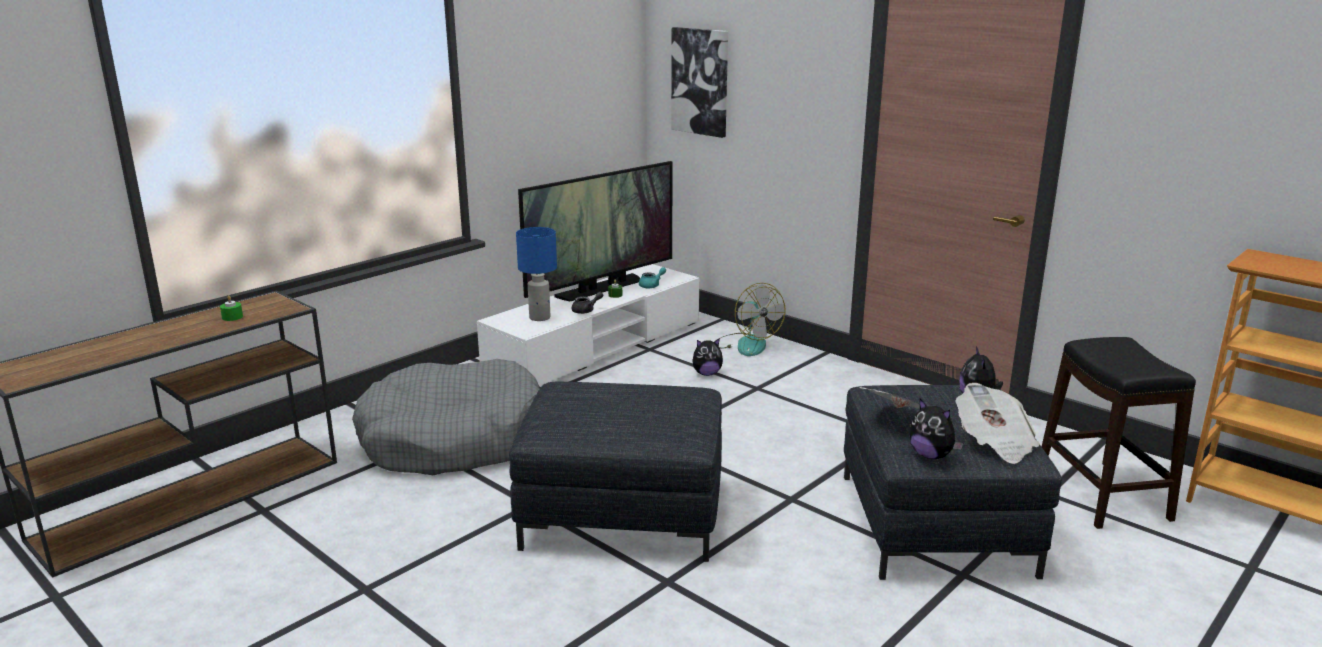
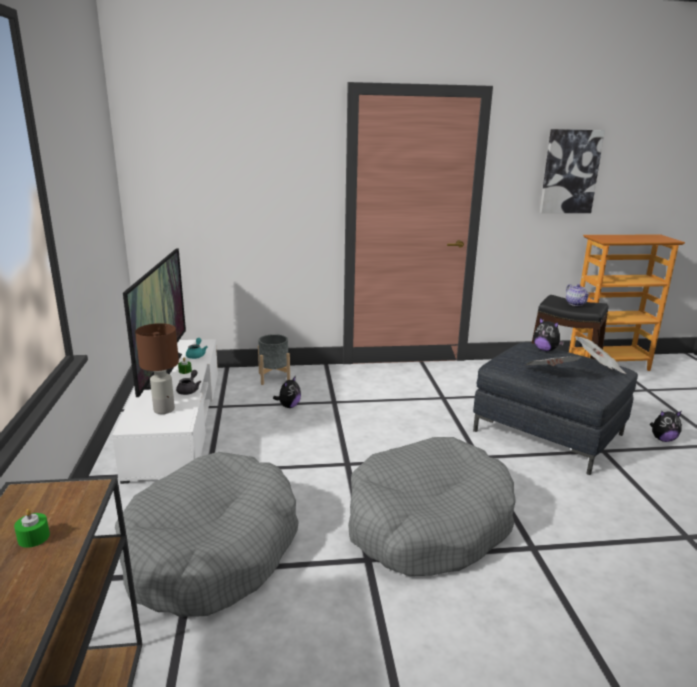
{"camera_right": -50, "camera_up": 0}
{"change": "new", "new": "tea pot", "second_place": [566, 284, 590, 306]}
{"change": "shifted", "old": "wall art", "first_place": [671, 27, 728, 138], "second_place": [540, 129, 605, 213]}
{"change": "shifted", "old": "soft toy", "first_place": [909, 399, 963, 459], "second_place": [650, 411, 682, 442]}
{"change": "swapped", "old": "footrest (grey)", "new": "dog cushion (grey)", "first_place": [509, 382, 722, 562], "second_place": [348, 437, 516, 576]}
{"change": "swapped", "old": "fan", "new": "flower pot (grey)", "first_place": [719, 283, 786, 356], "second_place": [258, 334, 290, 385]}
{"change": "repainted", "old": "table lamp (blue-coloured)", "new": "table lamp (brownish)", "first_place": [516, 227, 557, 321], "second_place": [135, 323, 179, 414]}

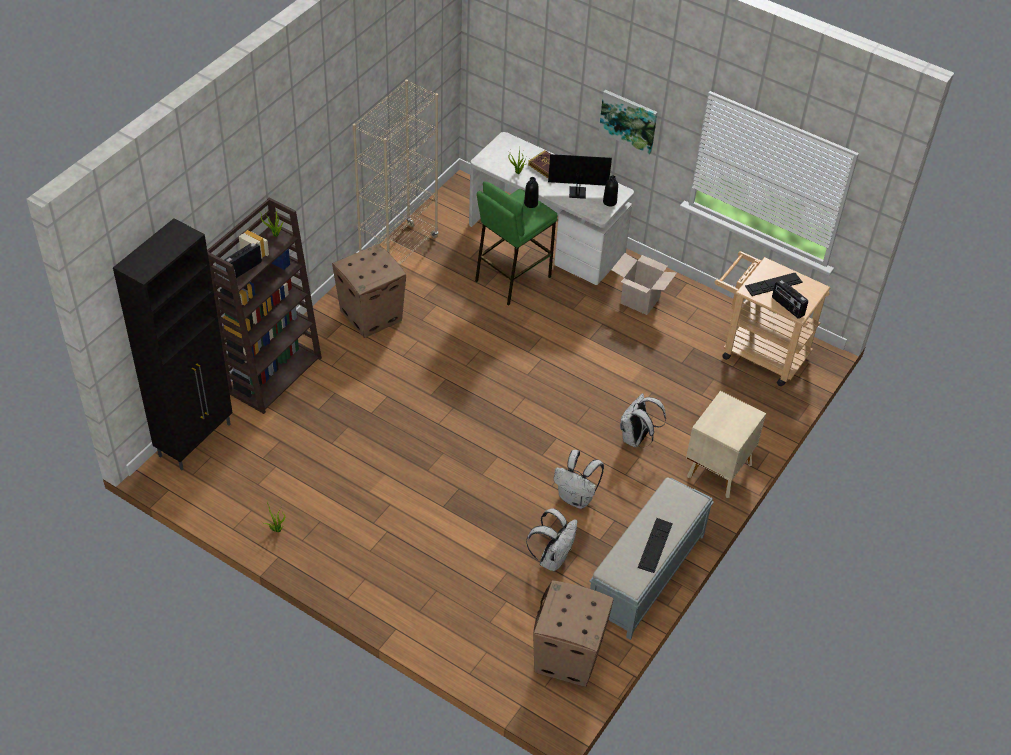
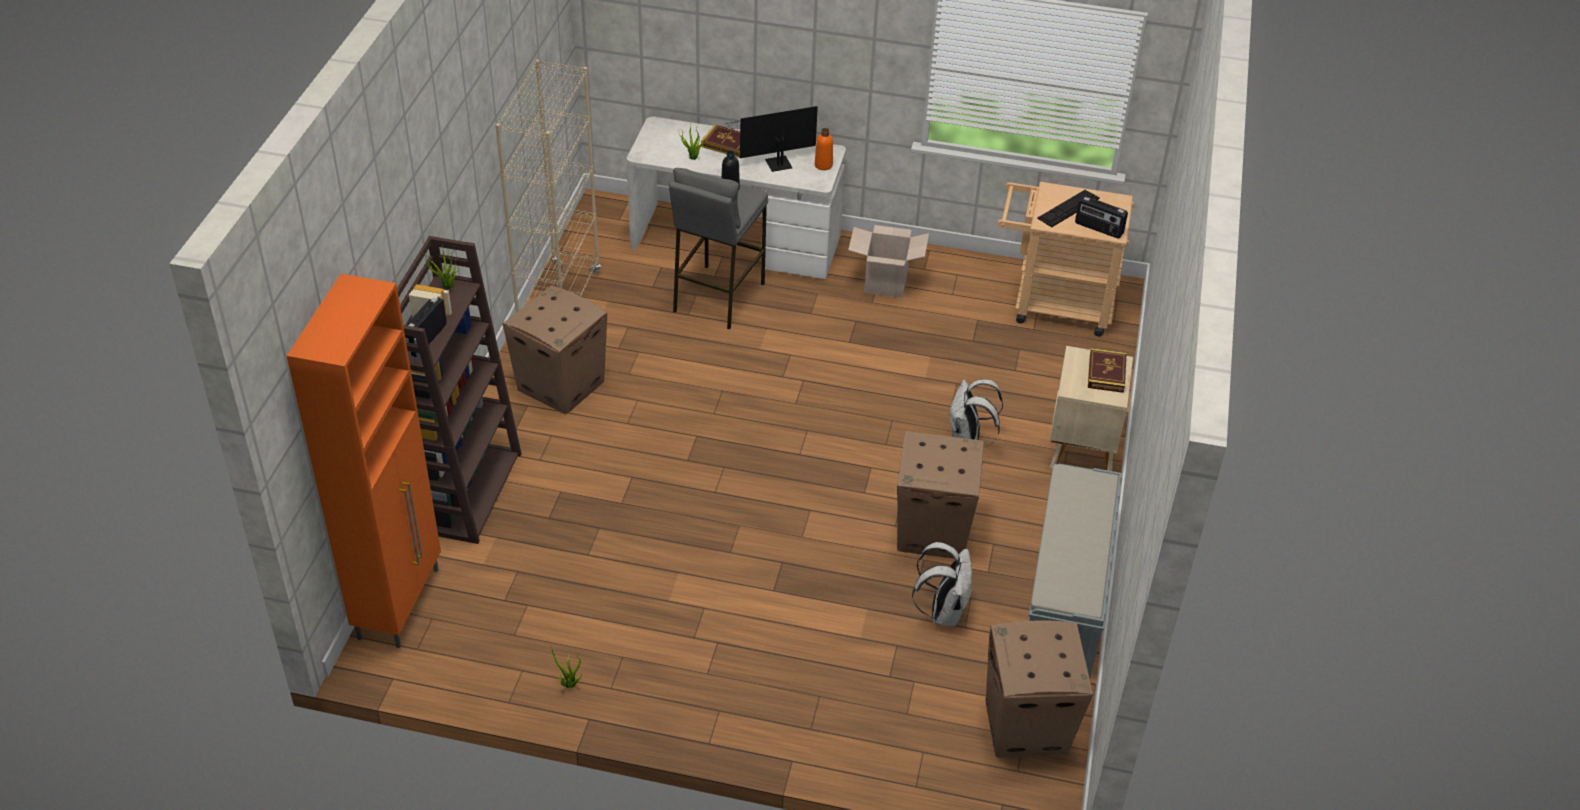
{"camera_right": -20, "camera_up": -5}
{"change": "gone", "old": "wall art", "first_place": [599, 90, 657, 155]}
{"change": "gone", "old": "PC keyboard", "first_place": [638, 518, 673, 573]}
{"change": "new", "new": "volume", "second_place": [1088, 348, 1127, 393]}
{"change": "swapped", "old": "knapsack (white)", "new": "cardboard box", "first_place": [553, 450, 604, 509], "second_place": [897, 431, 984, 559]}
{"change": "repainted", "old": "cabinet (black-coloured)", "new": "cabinet (orange)", "first_place": [113, 218, 233, 470], "second_place": [287, 274, 441, 648]}
{"change": "repainted", "old": "stool (green)", "new": "stool (grey)", "first_place": [475, 181, 557, 306], "second_place": [669, 168, 768, 330]}
{"change": "repainted", "old": "drink bottle (black-coloured)", "new": "drink bottle (orange)", "first_place": [603, 175, 618, 206], "second_place": [815, 128, 833, 170]}

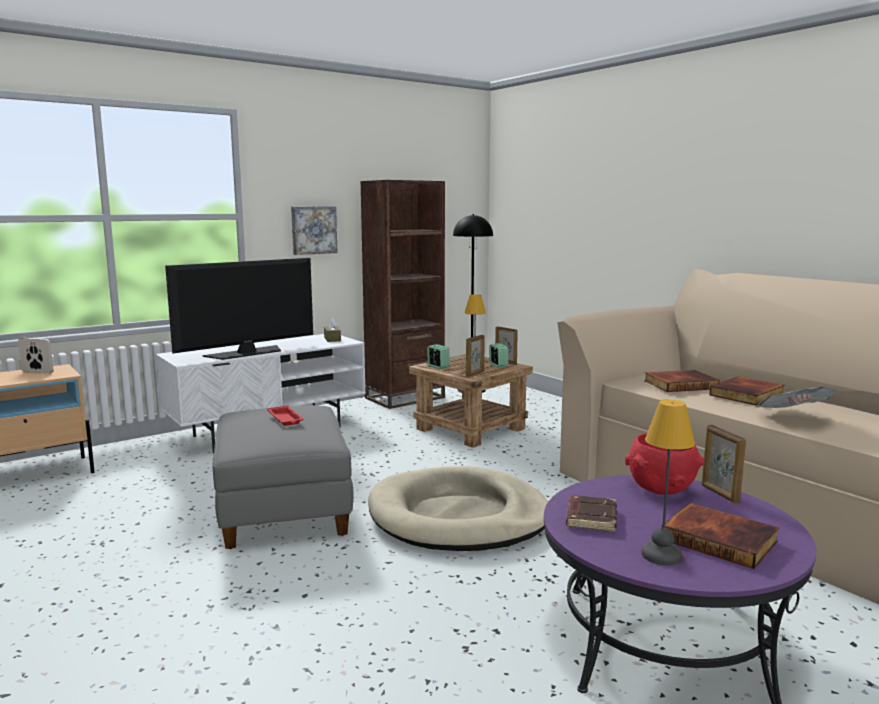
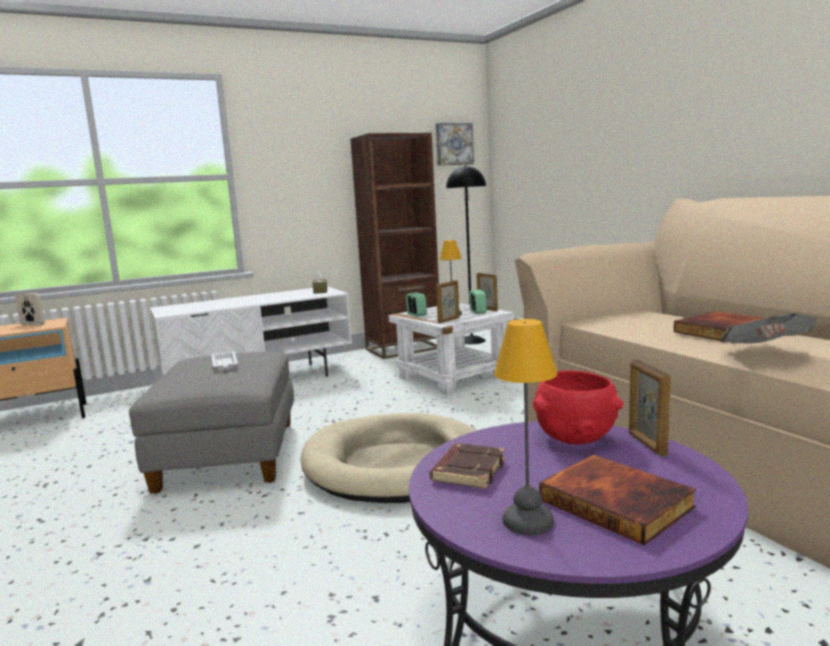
{"camera_right": 10, "camera_up": 0}
{"change": "gone", "old": "television", "first_place": [165, 258, 313, 360]}
{"change": "gone", "old": "volume", "first_place": [644, 370, 720, 392]}
{"change": "shifted", "old": "wall art", "first_place": [291, 207, 337, 255], "second_place": [436, 123, 474, 166]}
{"change": "repainted", "old": "tray (red)", "new": "tray (white)", "first_place": [267, 405, 304, 426], "second_place": [212, 351, 238, 370]}
{"change": "repainted", "old": "end table (brownish)", "new": "end table (white)", "first_place": [409, 354, 533, 448], "second_place": [389, 303, 514, 395]}

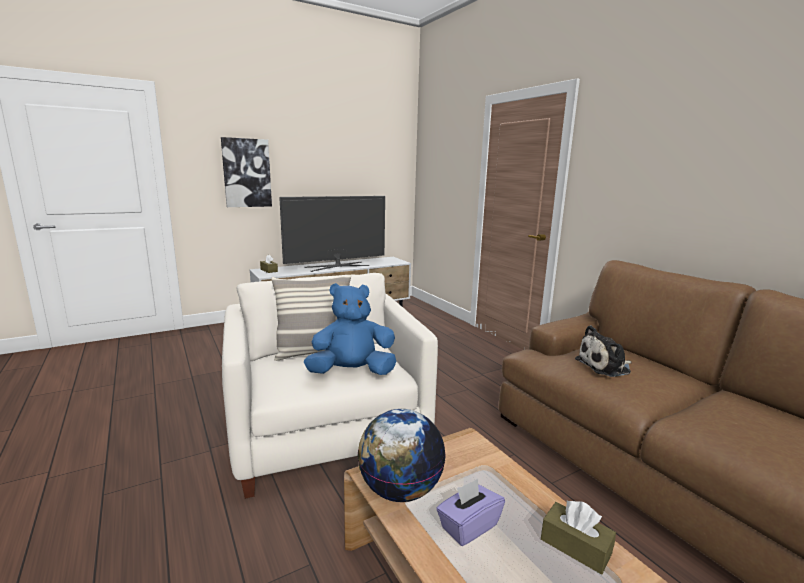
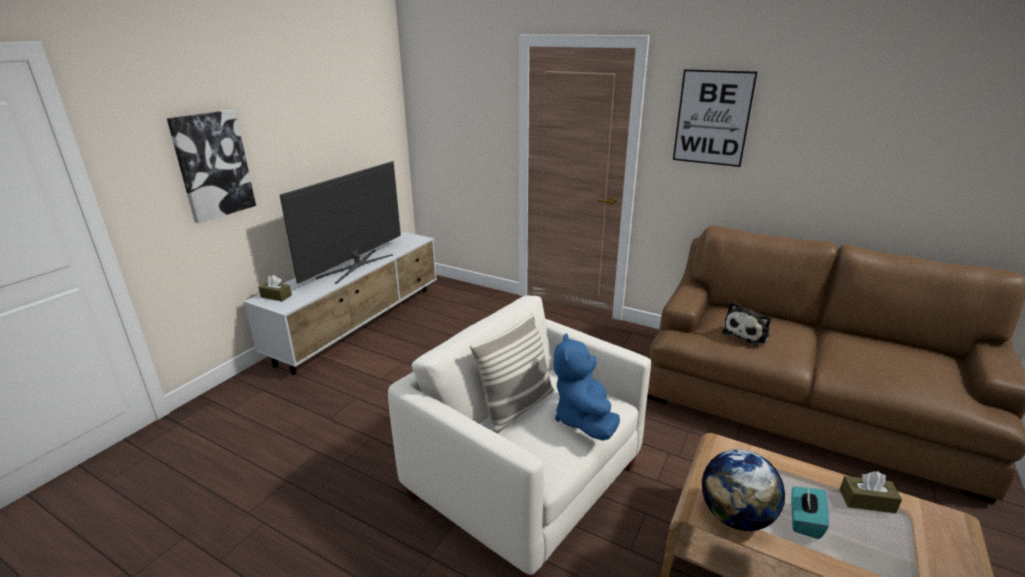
{"camera_right": -30, "camera_up": 10}
{"change": "new", "new": "wall art", "second_place": [673, 69, 757, 167]}
{"change": "repainted", "old": "box of tissues (purple)", "new": "box of tissues (blue-green)", "first_place": [436, 479, 505, 546], "second_place": [791, 486, 829, 539]}
{"change": "rotated", "old": "soft toy (blue-coloured)", "first_place": [304, 283, 396, 375], "second_place": [554, 333, 620, 441], "degrees": -45}

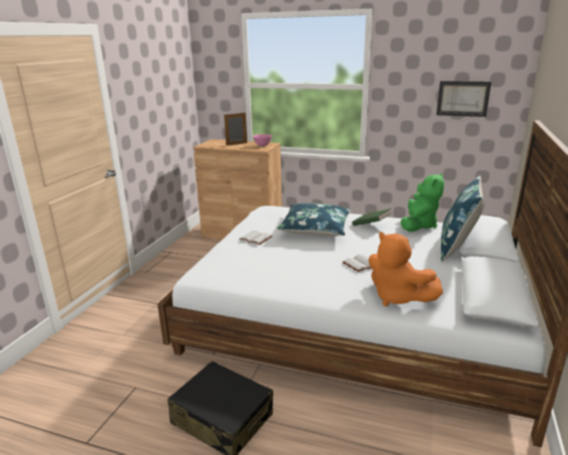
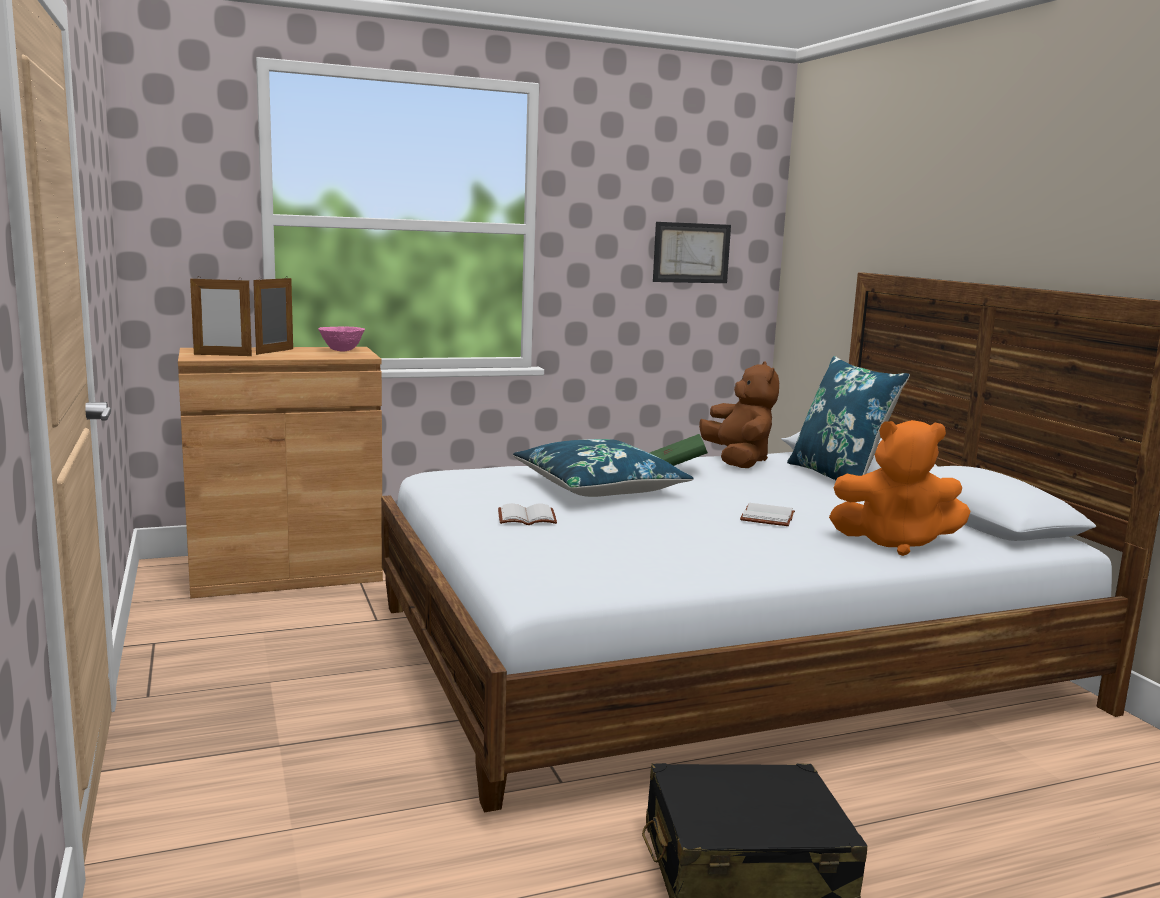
{"camera_right": -40, "camera_up": -10}
{"change": "new", "new": "photo frame", "second_place": [190, 276, 252, 356]}
{"change": "repainted", "old": "soft toy (green)", "new": "soft toy (brownish)", "first_place": [401, 173, 444, 232], "second_place": [699, 361, 779, 468]}

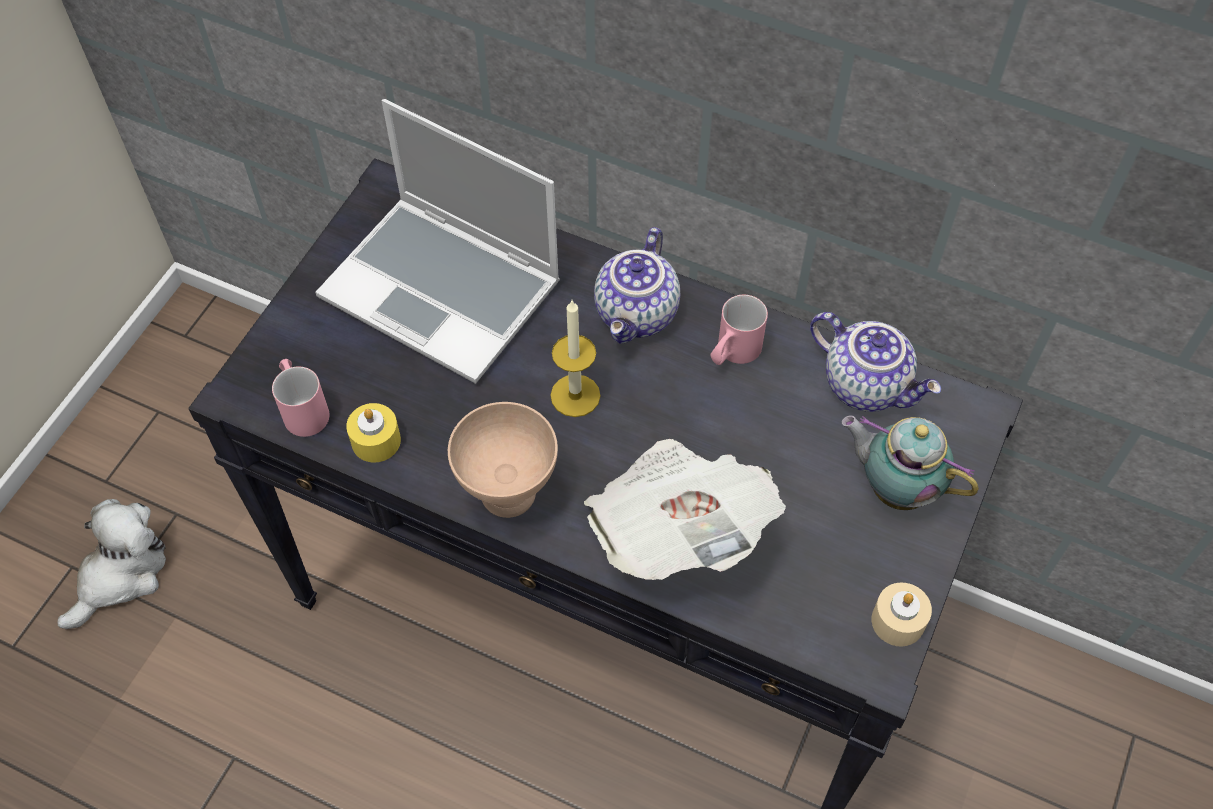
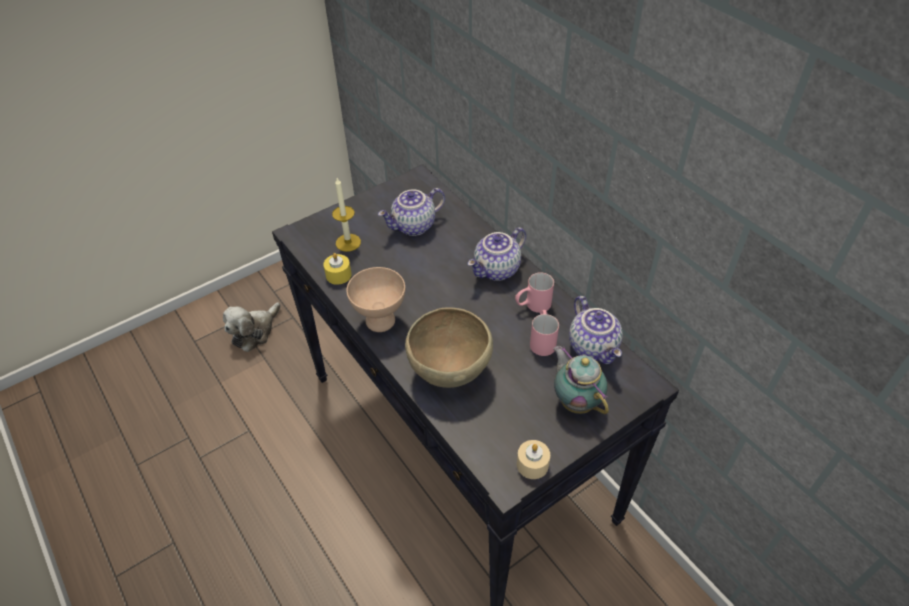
{"camera_right": 30, "camera_up": -10}
{"change": "shifted", "old": "tea mug (pink)", "first_place": [272, 359, 330, 437], "second_place": [530, 310, 559, 356]}
{"change": "shifted", "old": "wax candle", "first_place": [550, 300, 601, 417], "second_place": [332, 178, 361, 252]}
{"change": "swapped", "old": "portable computer", "new": "tea pot", "first_place": [315, 99, 560, 384], "second_place": [378, 188, 445, 236]}
{"change": "swapped", "old": "printed paper", "new": "deep dish (brownish)", "first_place": [584, 439, 786, 580], "second_place": [405, 307, 493, 388]}
{"change": "rotated", "old": "soft toy", "first_place": [57, 499, 166, 629], "second_place": [223, 302, 281, 352], "degrees": 150}

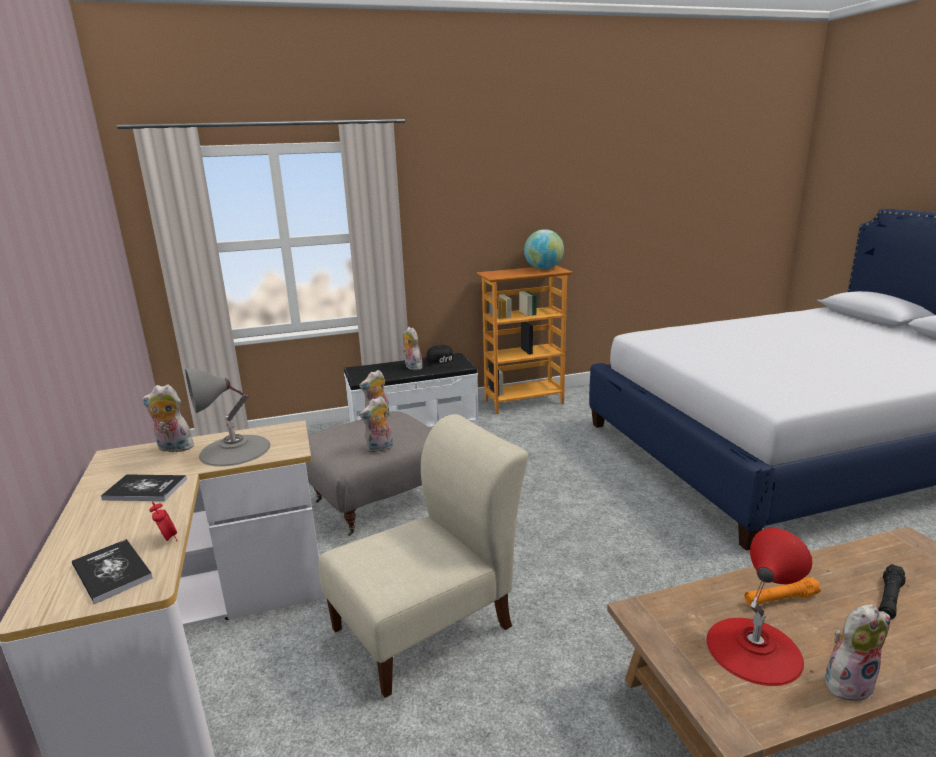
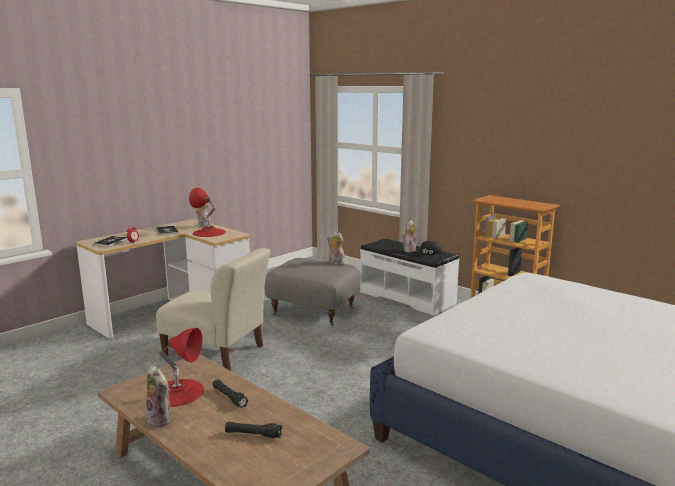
{"camera_right": 60, "camera_up": -5}
{"change": "gone", "old": "soft toy", "first_place": [359, 396, 393, 453]}
{"change": "gone", "old": "world globe", "first_place": [524, 229, 564, 270]}
{"change": "repainted", "old": "table lamp (grey)", "new": "table lamp (red)", "first_place": [185, 368, 270, 467], "second_place": [189, 187, 226, 237]}
{"change": "repainted", "old": "flashlight (orange)", "new": "flashlight (black-coloured)", "first_place": [745, 577, 821, 606], "second_place": [213, 379, 248, 408]}

